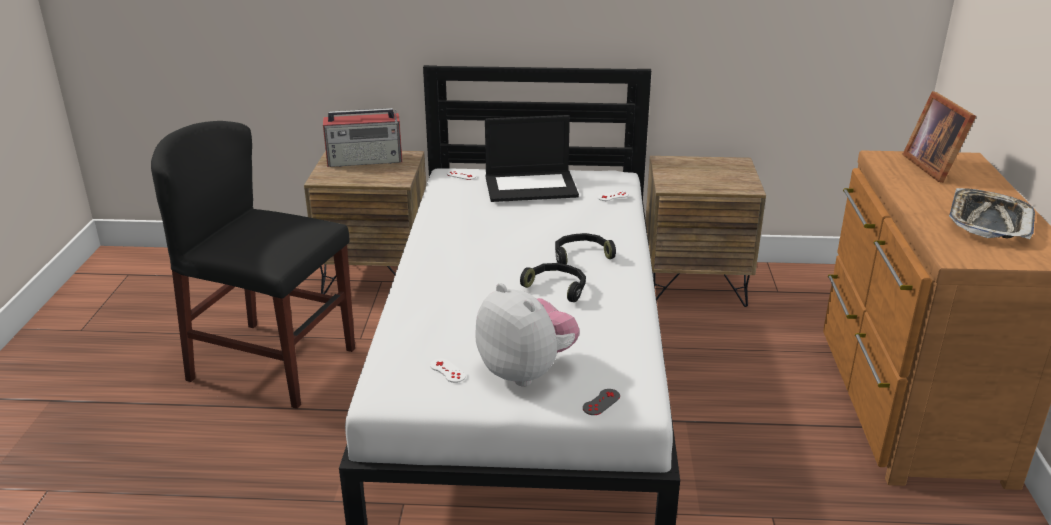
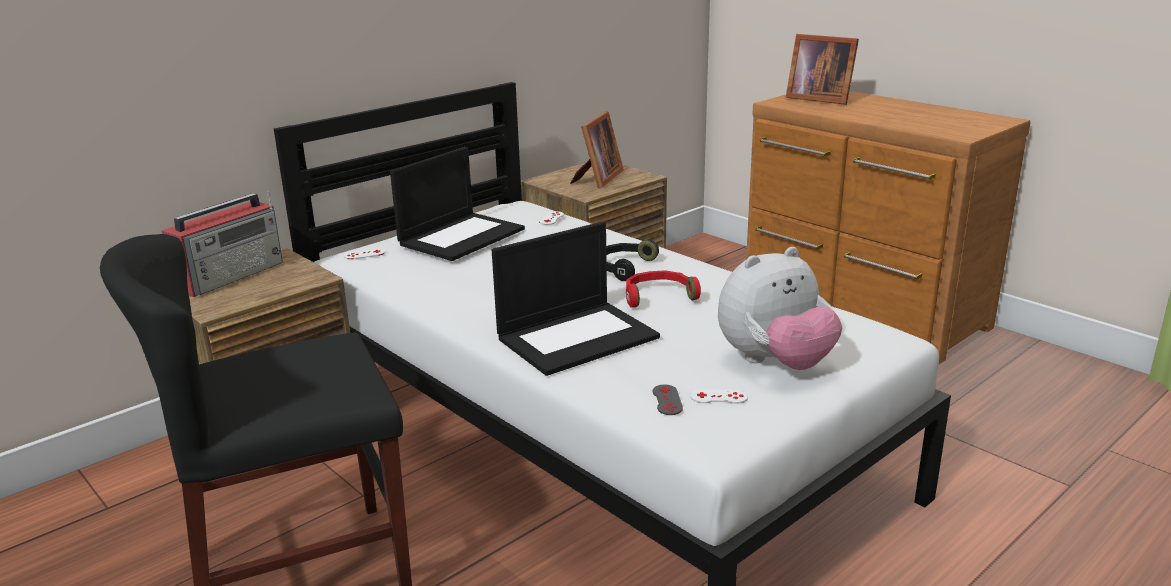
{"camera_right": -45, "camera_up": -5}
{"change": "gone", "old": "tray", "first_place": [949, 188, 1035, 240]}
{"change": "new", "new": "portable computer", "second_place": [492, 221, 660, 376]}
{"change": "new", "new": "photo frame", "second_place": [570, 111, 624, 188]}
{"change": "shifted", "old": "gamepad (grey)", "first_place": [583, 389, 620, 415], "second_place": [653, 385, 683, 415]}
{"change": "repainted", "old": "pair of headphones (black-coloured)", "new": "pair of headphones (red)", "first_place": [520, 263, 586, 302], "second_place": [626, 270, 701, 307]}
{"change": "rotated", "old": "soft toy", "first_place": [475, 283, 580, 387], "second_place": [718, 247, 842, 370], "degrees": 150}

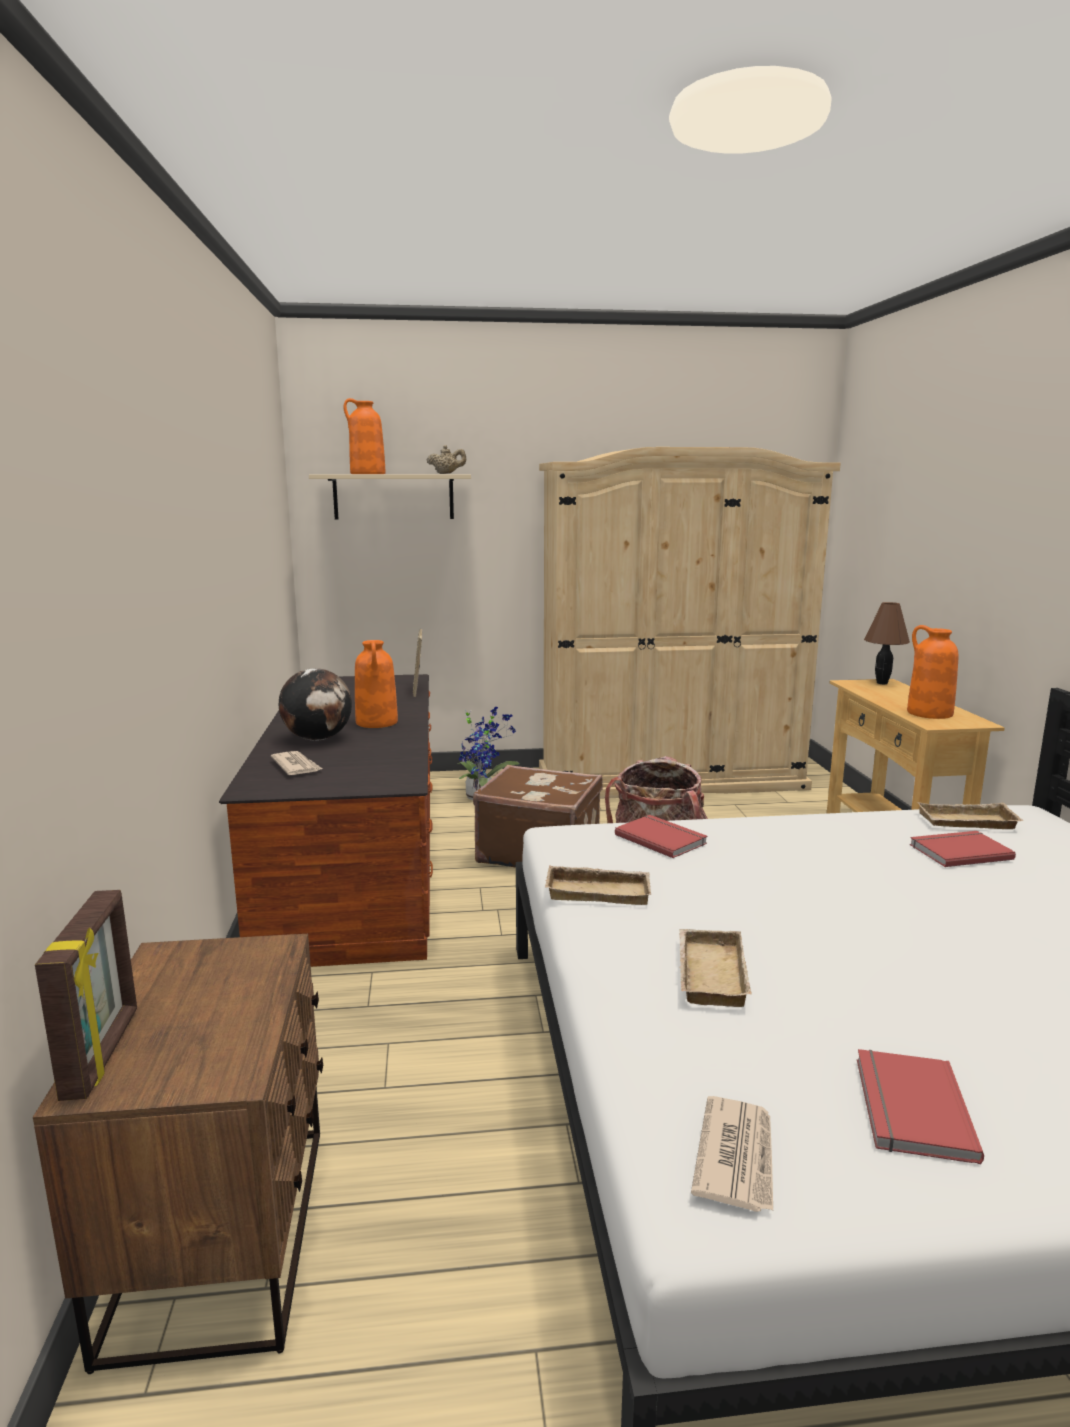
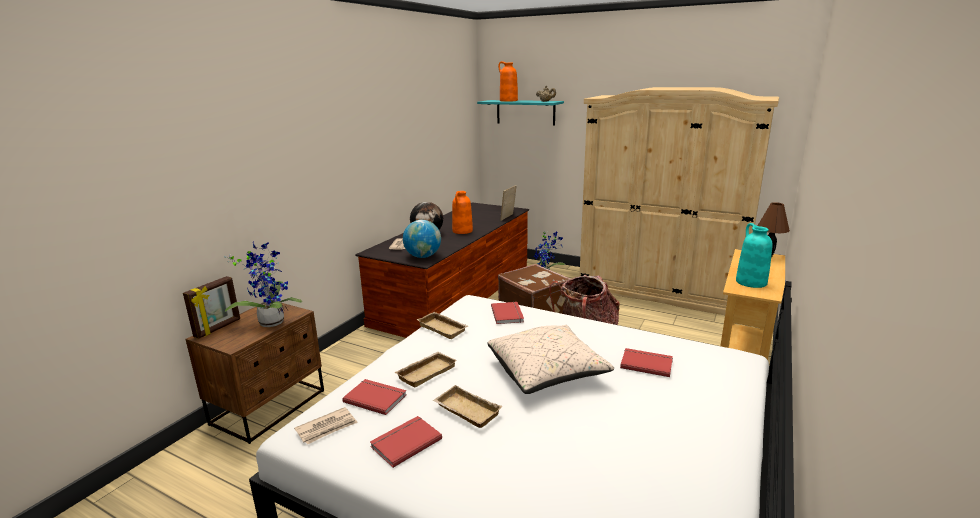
{"camera_right": 35, "camera_up": 5}
{"change": "new", "new": "plant in a pot", "second_place": [224, 242, 302, 327]}
{"change": "new", "new": "volume (red)", "second_place": [342, 379, 407, 415]}
{"change": "new", "new": "world globe", "second_place": [403, 220, 441, 258]}
{"change": "new", "new": "cushion (beige)", "second_place": [487, 325, 614, 394]}
{"change": "shifted", "old": "tray (beige)", "first_place": [917, 802, 1023, 829], "second_place": [433, 385, 503, 428]}
{"change": "repainted", "old": "wall shelf (beige)", "new": "wall shelf (blue-green)", "first_place": [309, 474, 471, 520], "second_place": [477, 100, 564, 125]}
{"change": "repainted", "old": "flower vase (orange)", "new": "flower vase (blue-green)", "first_place": [907, 625, 958, 719], "second_place": [736, 223, 772, 288]}

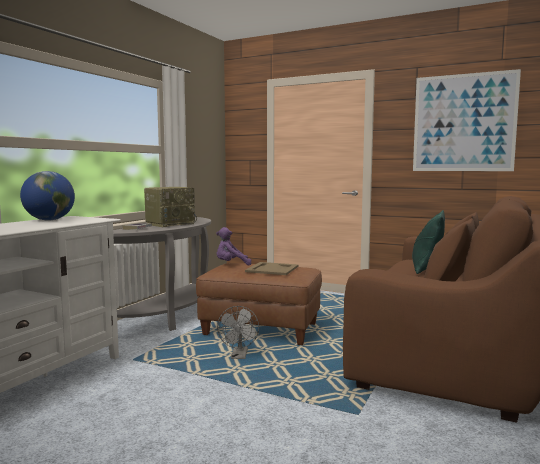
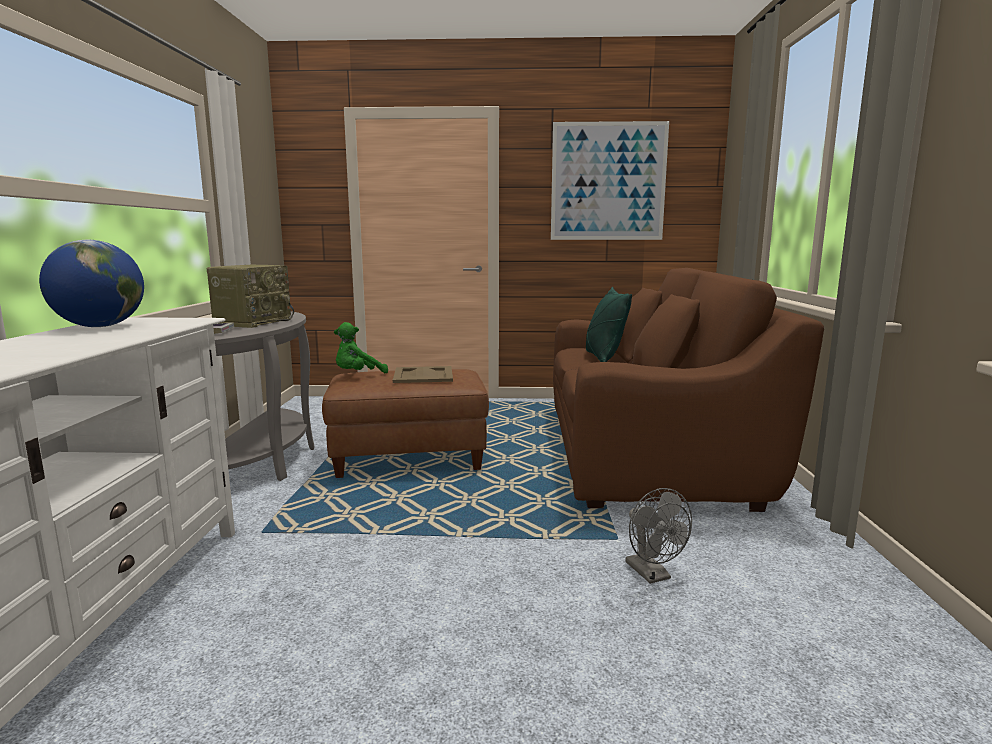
{"camera_right": -25, "camera_up": 5}
{"change": "shifted", "old": "fan (grey)", "first_place": [217, 306, 259, 359], "second_place": [625, 488, 692, 584]}
{"change": "repainted", "old": "soft toy (purple)", "new": "soft toy (green)", "first_place": [216, 227, 251, 266], "second_place": [334, 322, 388, 374]}

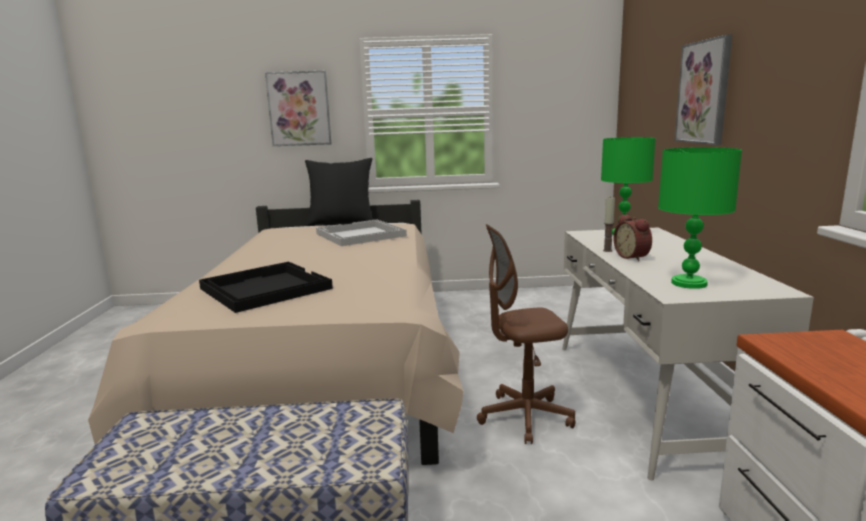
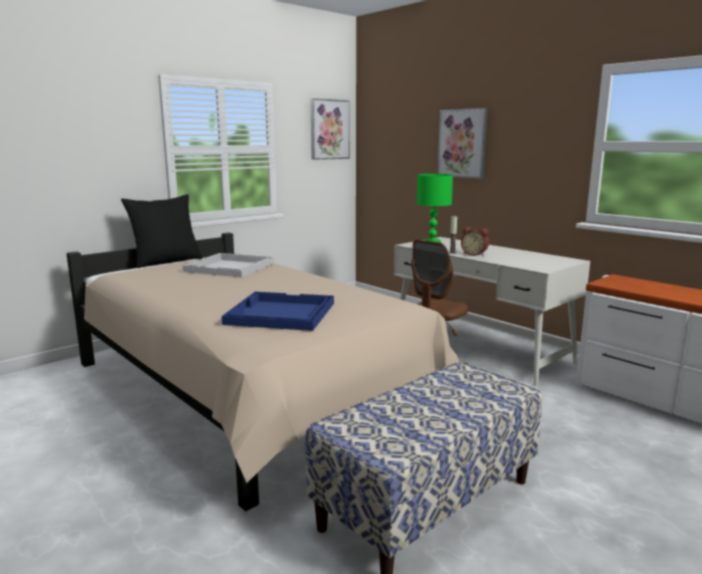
{"camera_right": -40, "camera_up": 0}
{"change": "gone", "old": "table lamp (green)", "first_place": [658, 147, 742, 289]}
{"change": "shifted", "old": "wall art", "first_place": [265, 70, 331, 146], "second_place": [310, 98, 350, 160]}
{"change": "repainted", "old": "tray (black-coloured)", "new": "tray (blue-coloured)", "first_place": [199, 262, 333, 313], "second_place": [222, 292, 334, 331]}

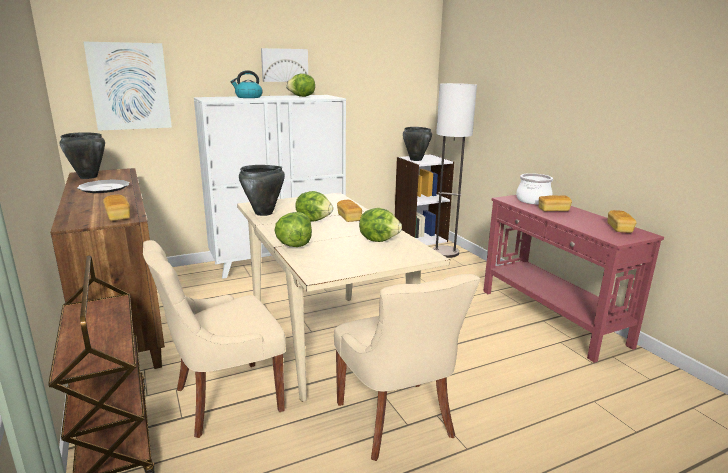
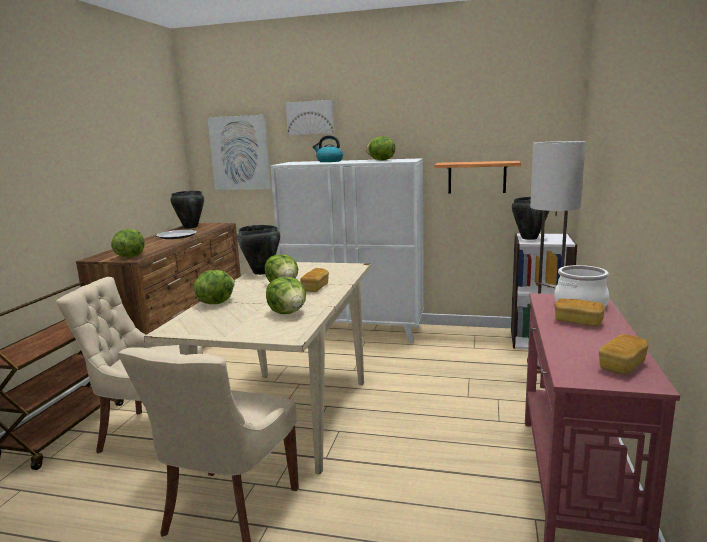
{"camera_right": 40, "camera_up": -5}
{"change": "new", "new": "wall shelf", "second_place": [435, 161, 521, 194]}
{"change": "shifted", "old": "wall art", "first_place": [261, 48, 308, 82], "second_place": [286, 100, 334, 135]}
{"change": "swapped", "old": "bread", "new": "lettuce", "first_place": [103, 195, 130, 221], "second_place": [111, 229, 144, 258]}

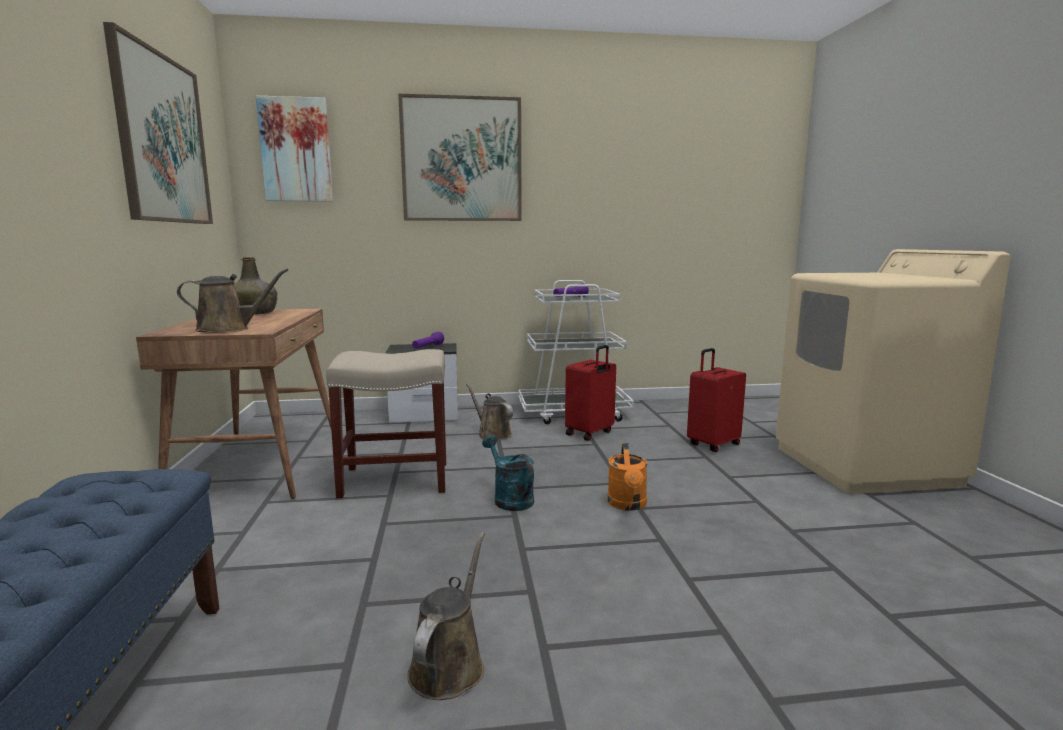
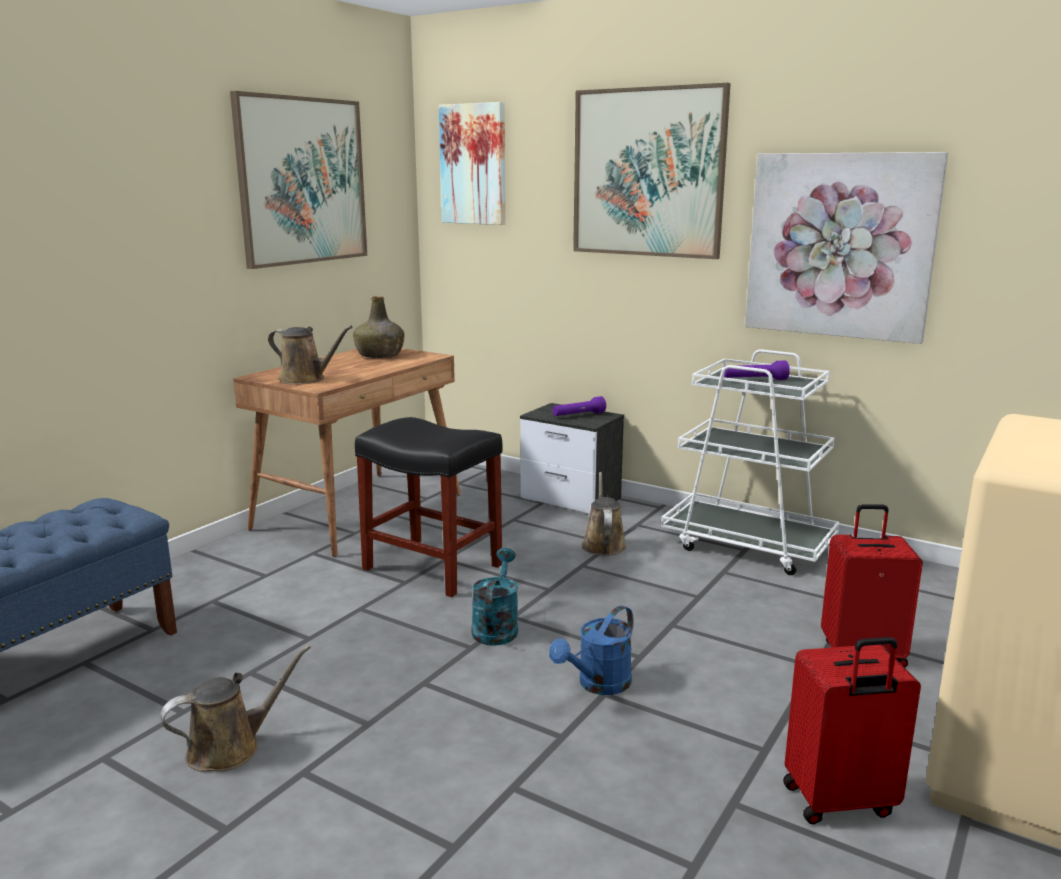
{"camera_right": 40, "camera_up": 5}
{"change": "new", "new": "wall art", "second_place": [745, 152, 948, 344]}
{"change": "shifted", "old": "travel case (red)", "first_place": [565, 345, 616, 441], "second_place": [783, 637, 921, 824]}
{"change": "repainted", "old": "stool (beige)", "new": "stool (black-coloured)", "first_place": [326, 349, 446, 498], "second_place": [355, 417, 503, 597]}
{"change": "repainted", "old": "watering pot (orange)", "new": "watering pot (blue-coloured)", "first_place": [607, 443, 648, 511], "second_place": [549, 605, 633, 695]}

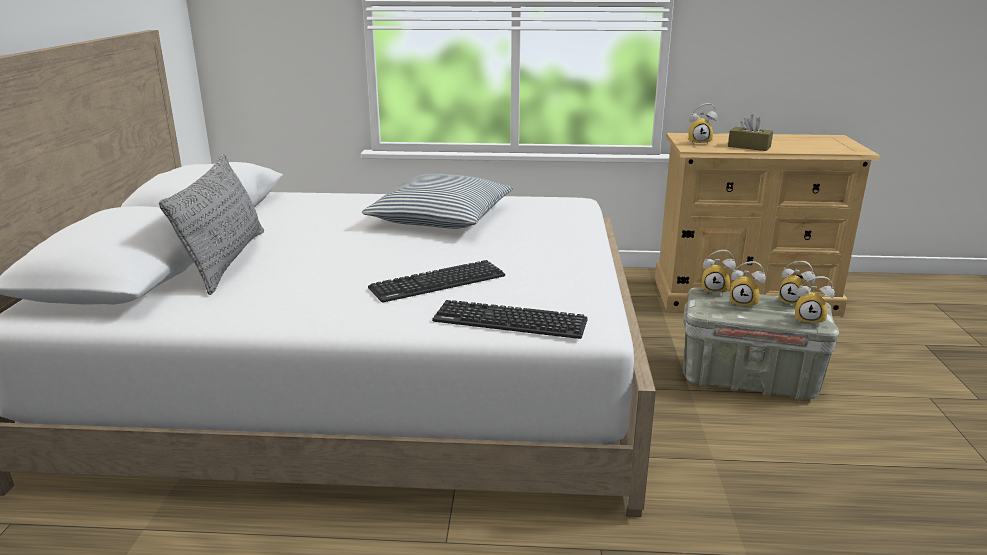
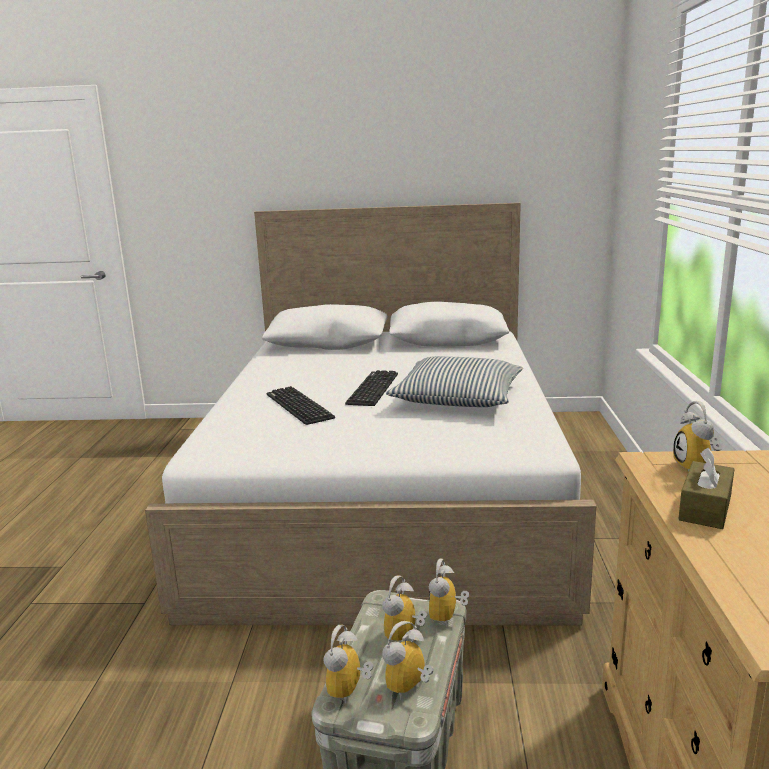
{"camera_right": 90, "camera_up": -5}
{"change": "gone", "old": "cushion (grey)", "first_place": [159, 154, 264, 295]}
{"change": "shifted", "old": "PC keyboard", "first_place": [432, 300, 588, 339], "second_place": [345, 370, 398, 406]}

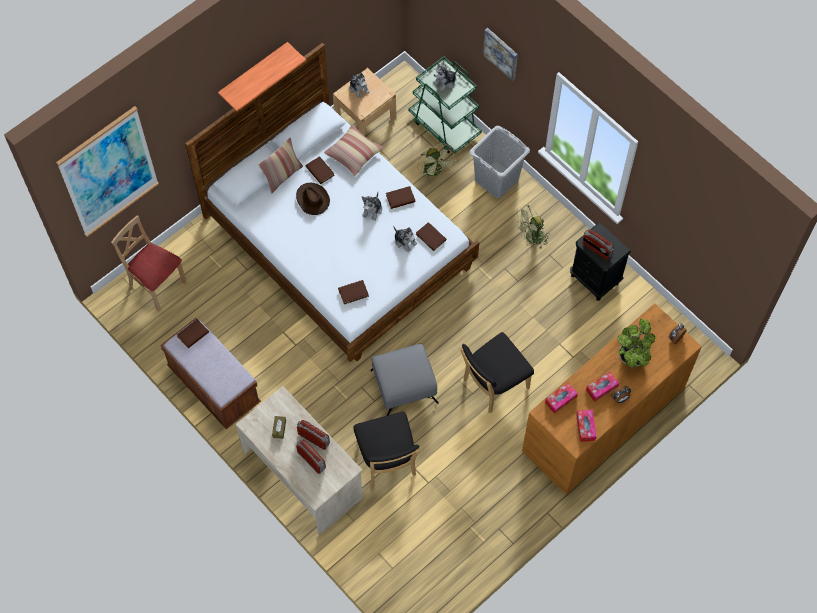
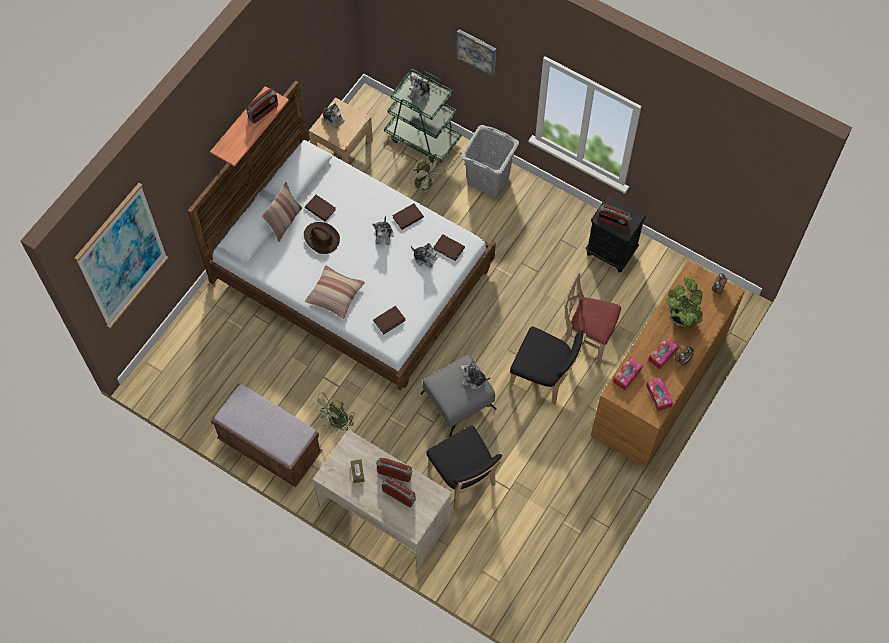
{"camera_right": -15, "camera_up": 0}
{"change": "gone", "old": "volume (brownish)", "first_place": [177, 319, 209, 348]}
{"change": "new", "new": "radio set", "second_place": [246, 89, 278, 124]}
{"change": "new", "new": "soft toy", "second_place": [460, 359, 490, 389]}
{"change": "shifted", "old": "chair (beige)", "first_place": [111, 215, 186, 311], "second_place": [563, 272, 621, 364]}
{"change": "shifted", "old": "cushion", "first_place": [324, 125, 383, 176], "second_place": [305, 265, 365, 319]}
{"change": "shifted", "old": "fan (green)", "first_place": [515, 205, 550, 249], "second_place": [312, 392, 354, 433]}
{"change": "rotated", "old": "chair (black-coloured)", "first_place": [460, 332, 534, 414], "second_place": [509, 327, 586, 405], "degrees": -105}

